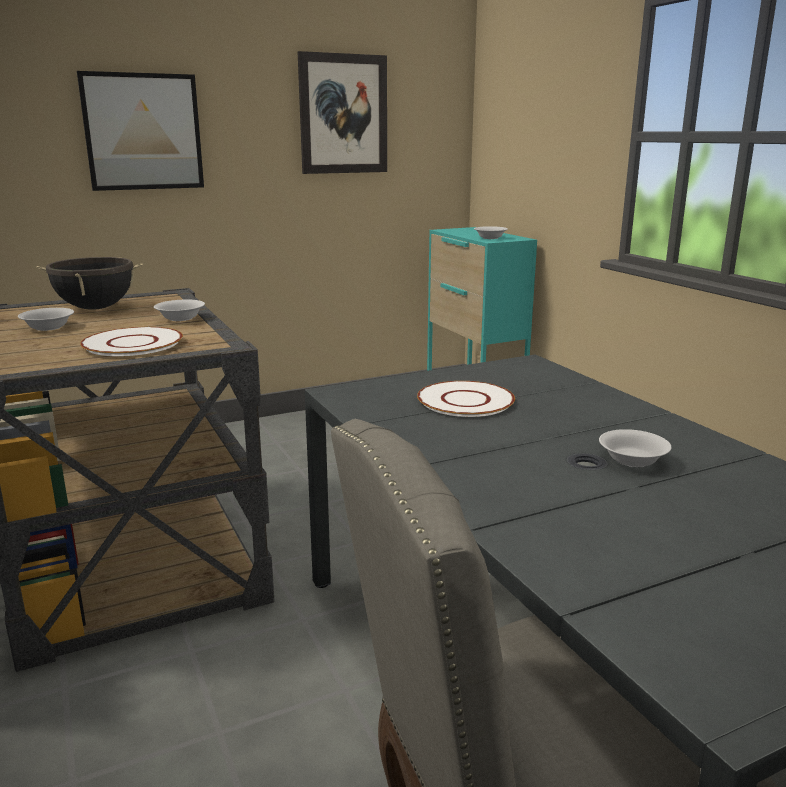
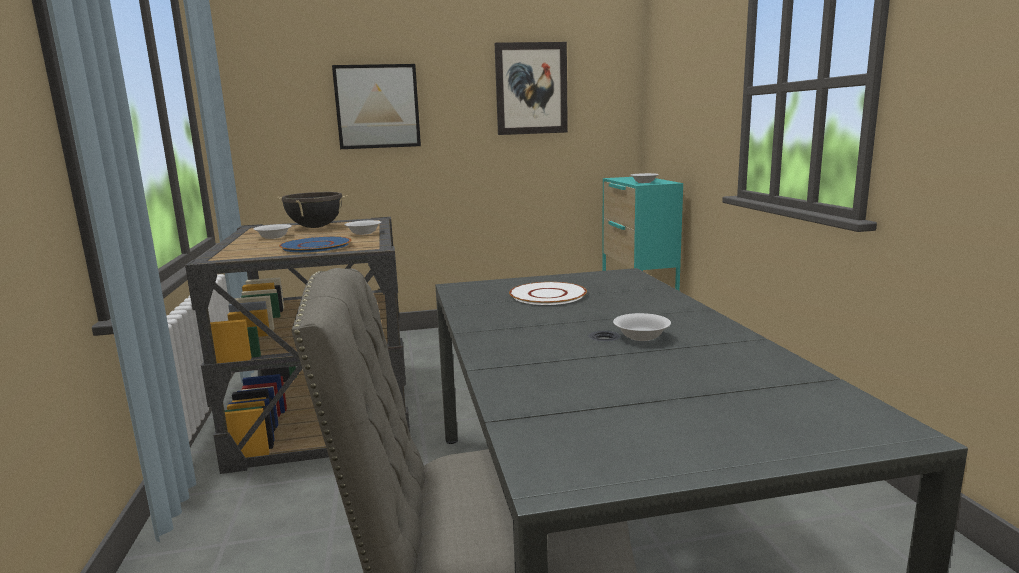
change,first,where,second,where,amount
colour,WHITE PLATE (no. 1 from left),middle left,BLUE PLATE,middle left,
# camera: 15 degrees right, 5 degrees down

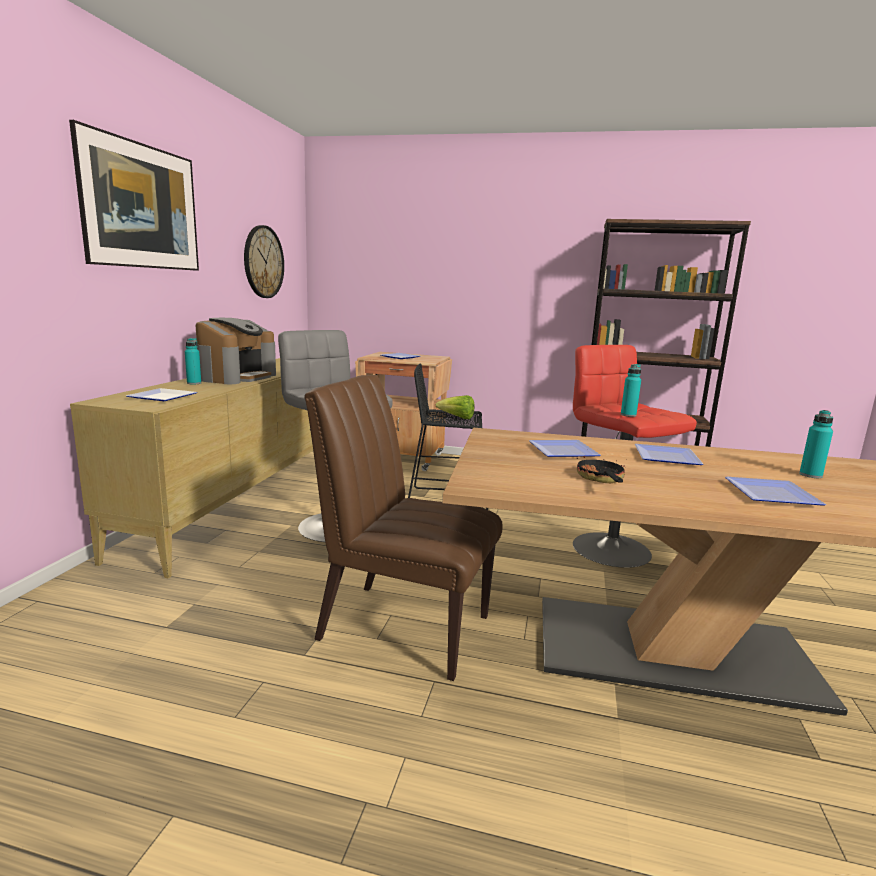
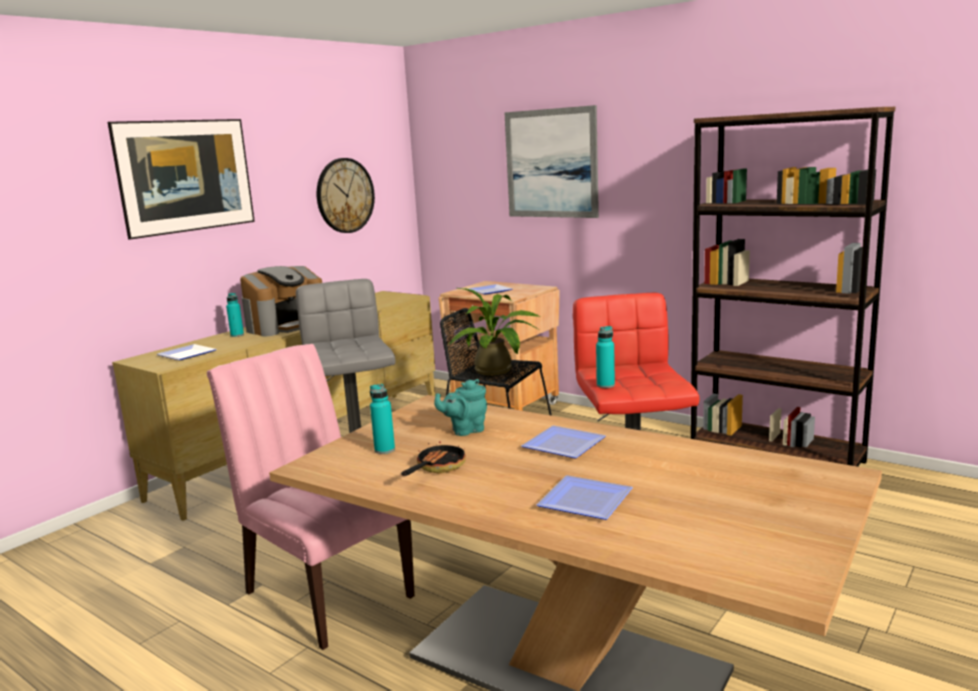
change,first,where,second,where,amount
colour,BROWN CHAIR,centre,PINK CHAIR,bottom left,
exchanged,LETTUCE,centre,POTTED PLANT,centre,
exchanged,PLATE (no. 3 from left),centre,TURQUOISE TEAPOT,centre,
relocated,TURQUOISE BOTTLE (no. 3 from left in the first image),middle right,TURQUOISE BOTTLE (no. 2 from left),centre,
appeared,,,PICTURE (no. 2 from left),top centre,
# camera: 25 degrees right, 0 degrees up

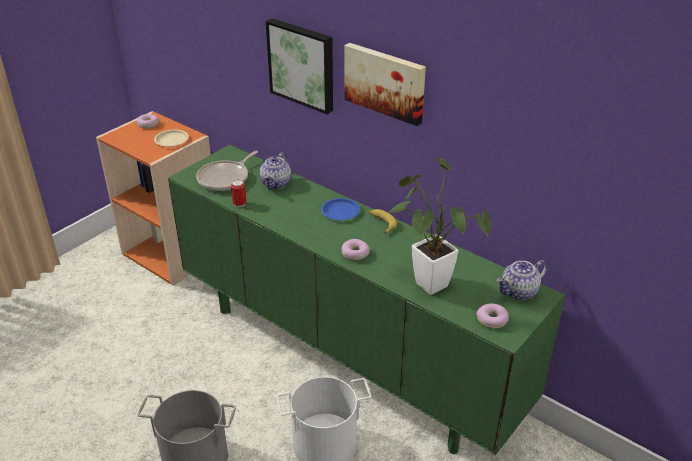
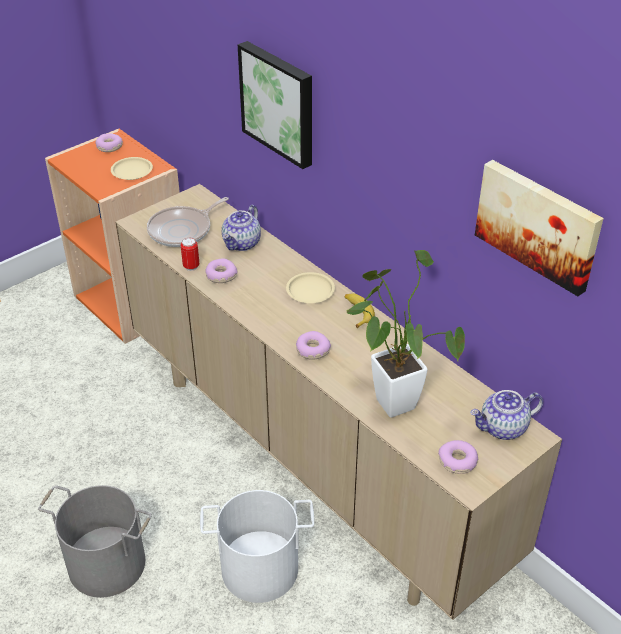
change,first,where,second,where,amount
colour,GREEN CABINET,centre,BEIGE CABINET,centre,
colour,BLUE PLATE,centre,BEIGE PLATE (no. 2 from left),centre,
relocated,PICTURE (no. 2 from left),top centre,,middle right,
appeared,,,DONUT (no. 2 from left),centre,
# camera: 10 degrees right, 5 degrees up

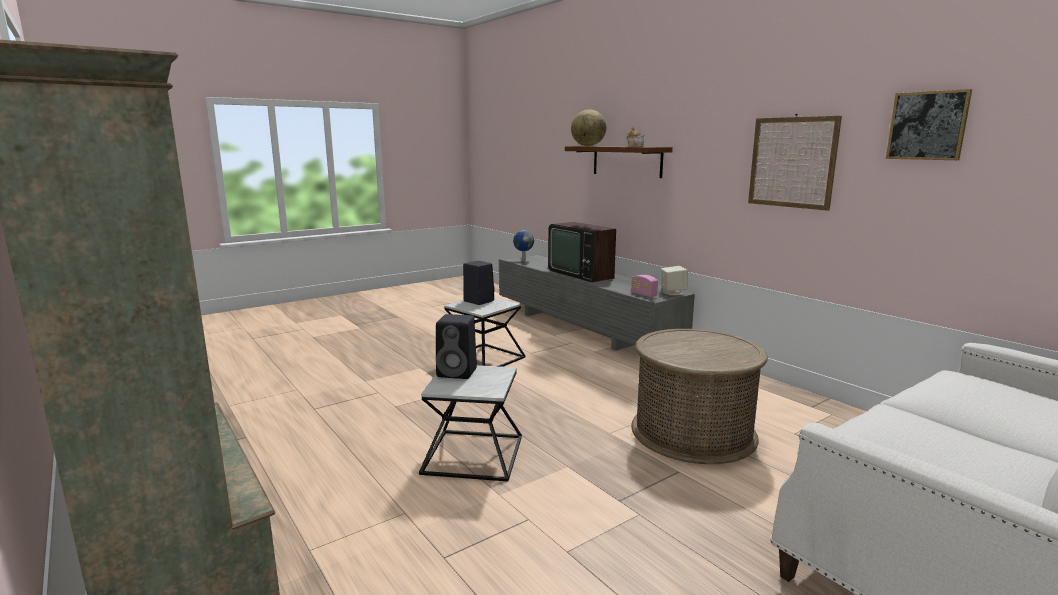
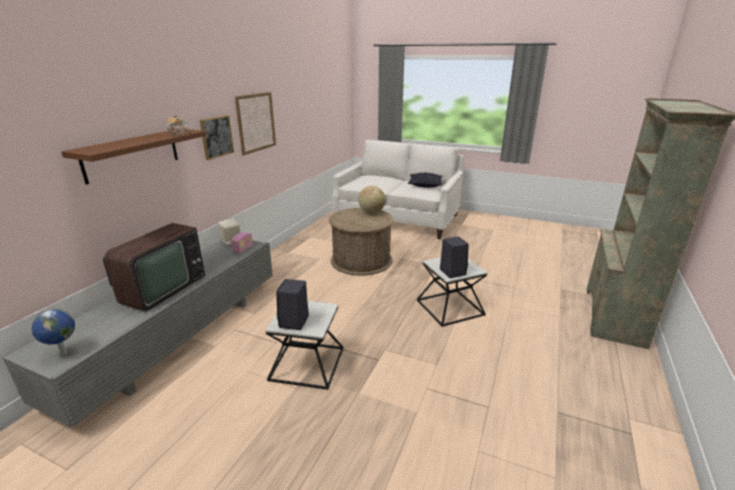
change,first,where,second,where,amount
relocated,GLOBE (no. 2 from left),top centre,,centre,
relocated,PICTURE (no. 2 from left in the first image),top right,PICTURE (no. 1 from left),top left,
appeared,,,PILLOW,centre,
# camera: 120 degrees left, 10 degrees up

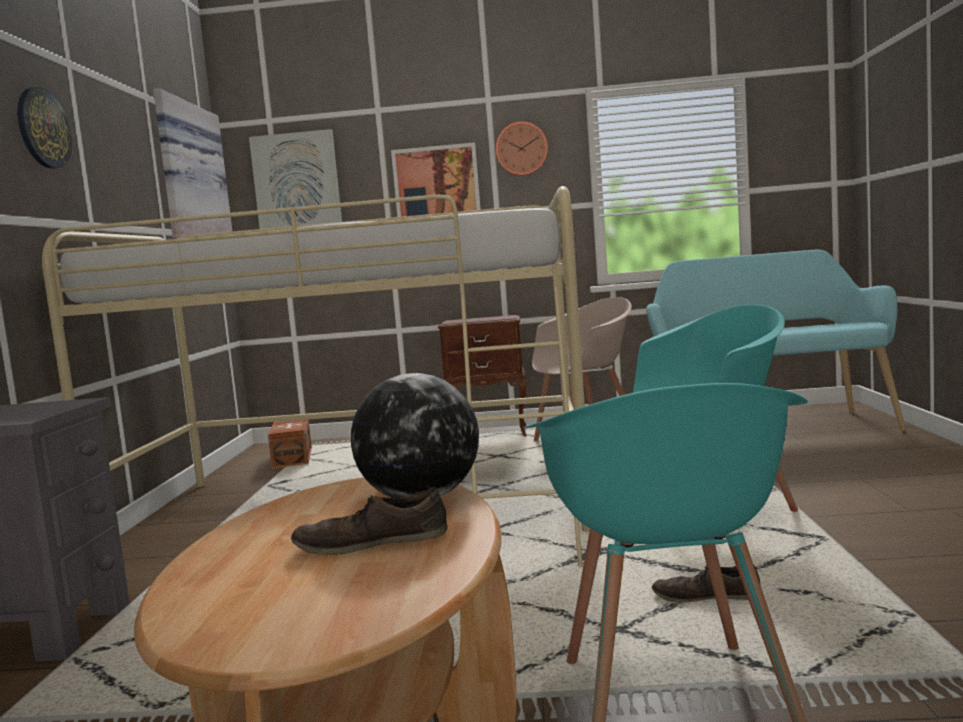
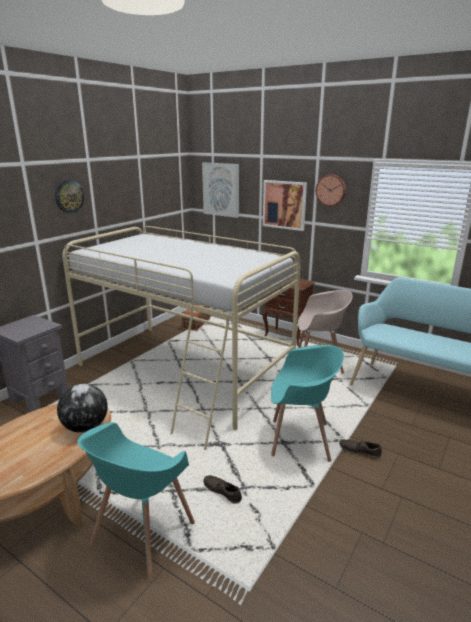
change,first,where,second,where,amount
missing,PICTURE (no. 1 from left),top left,,,
relocated,BROWN SHOE (no. 1 from left in the first image),bottom centre,BROWN SHOE (no. 2 from left),bottom right,
# camera: 30 degrees right, 15 degrees up

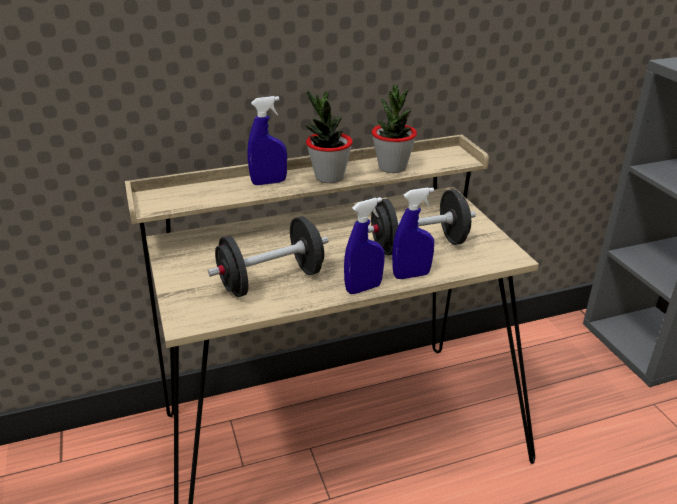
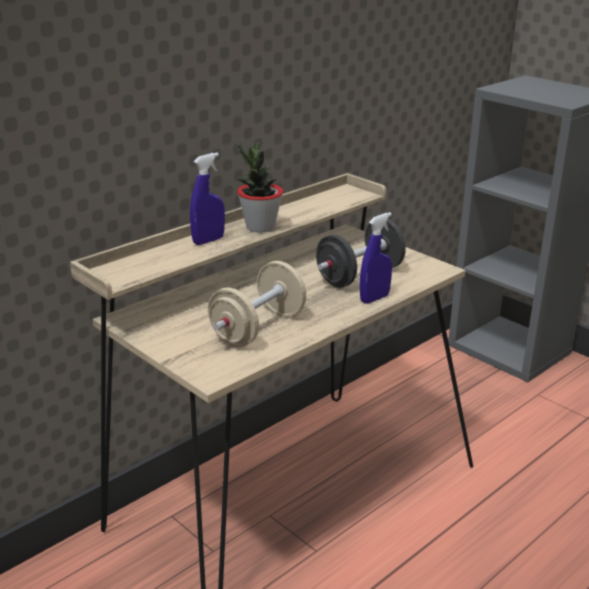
change,first,where,second,where,amount
colour,BLACK DUMBBELL (no. 1 from left),centre,BEIGE DUMBBELL,centre,
missing,BLUE SPRAY BOTTLE (no. 2 from left),centre,,,
missing,POTTED PLANT (no. 2 from left),top centre,,,
# camera: 25 degrees left, 5 degrees down

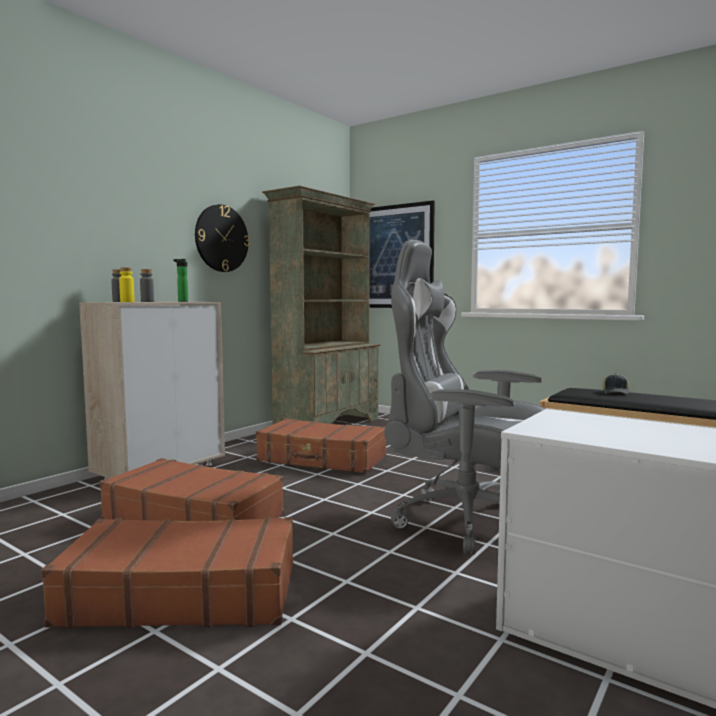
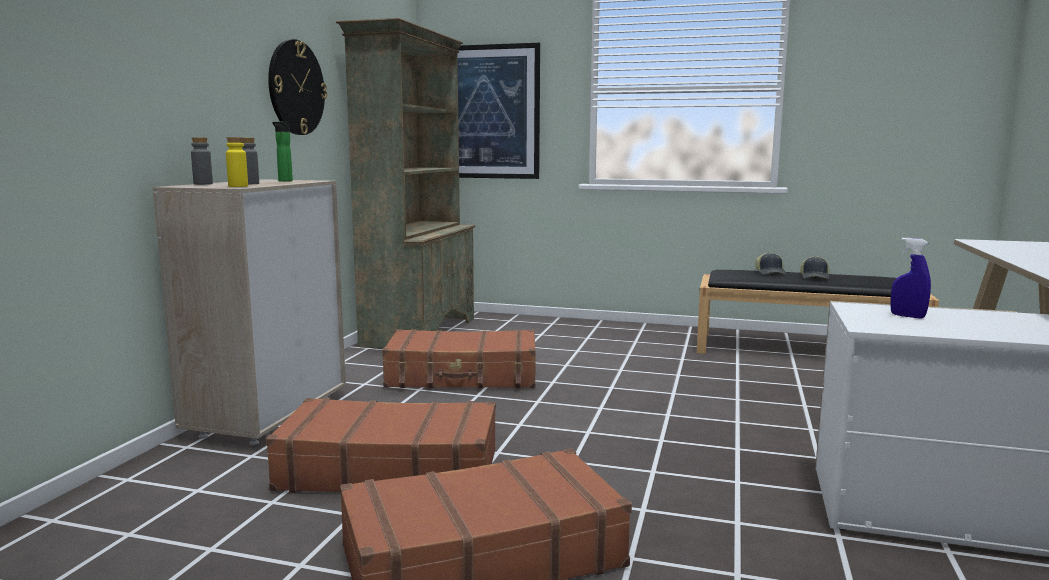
change,first,where,second,where,amount
missing,GREY OFFICE CHAIR,centre,,,
appeared,,,CAP (no. 2 from left),middle right,
appeared,,,BLUE SPRAY BOTTLE,middle right,
# camera: 20 degrees left, 5 degrees up

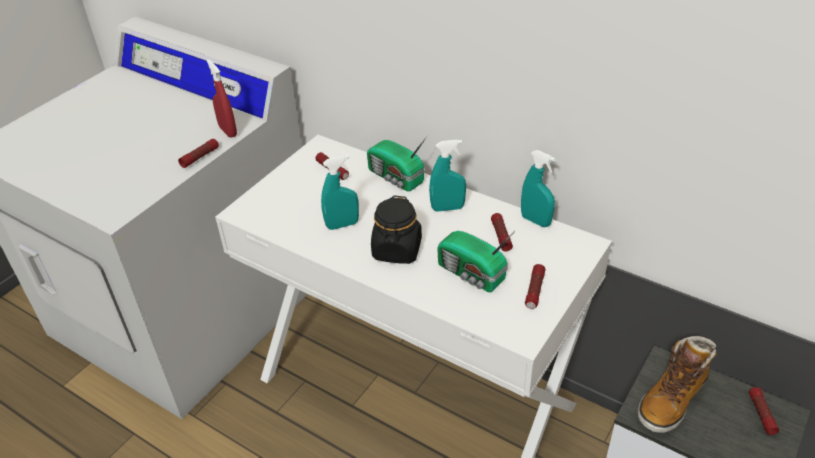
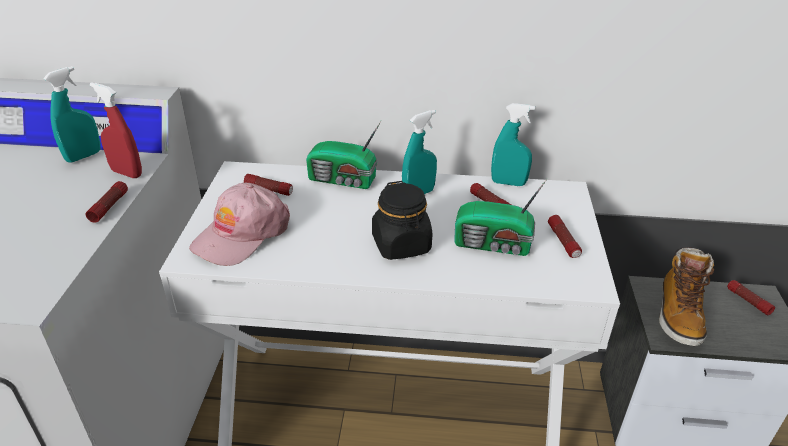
change,first,where,second,where,amount
relocated,TURQUOISE SPRAY BOTTLE (no. 1 from left),centre,,top left,
appeared,,,PINK CAP,middle left,
# camera: 30 degrees left, 5 degrees down

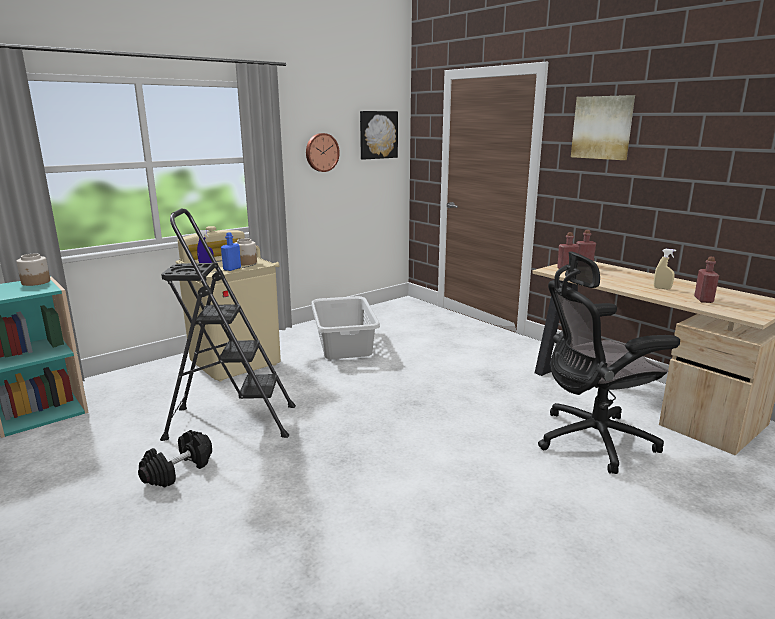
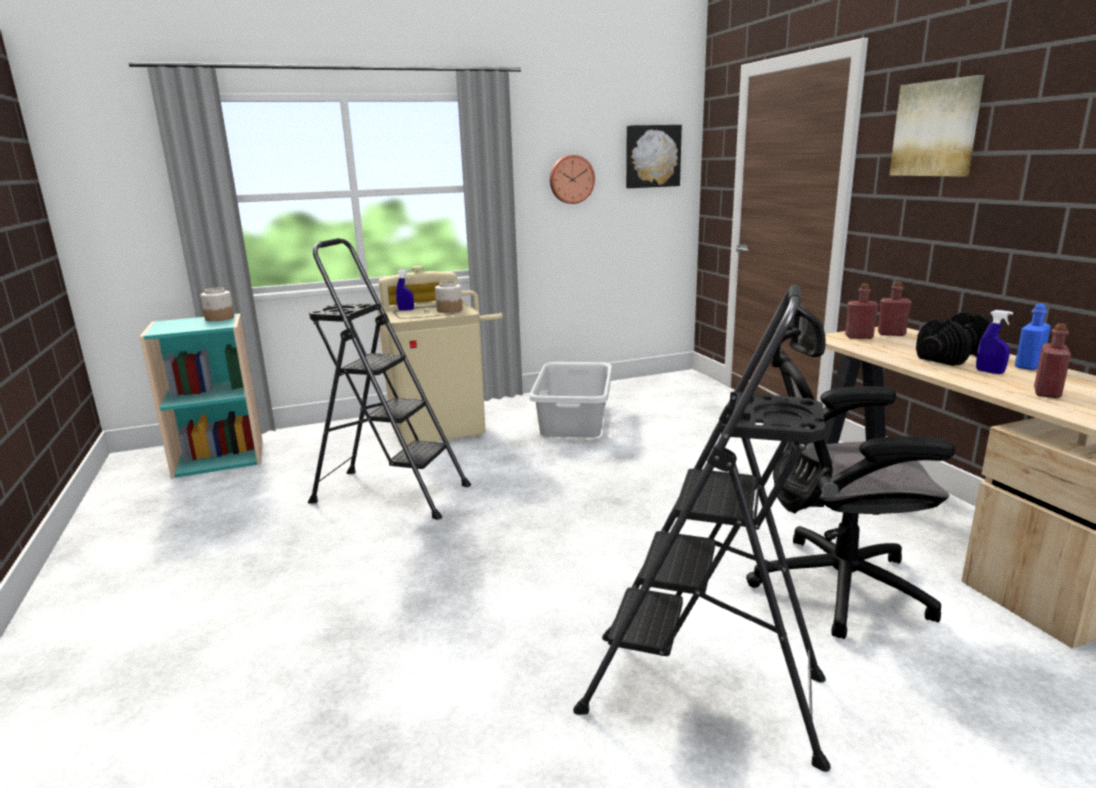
change,first,where,second,where,amount
relocated,BLACK DUMBBELL,bottom left,,middle right,
relocated,BLUE BOTTLE,middle left,,middle right,
colour,BEIGE SPRAY BOTTLE,middle right,BLUE SPRAY BOTTLE (no. 2 from left),middle right,
appeared,,,STEP LADDER (no. 2 from left),bottom centre,
# camera: 20 degrees right, 0 degrees up

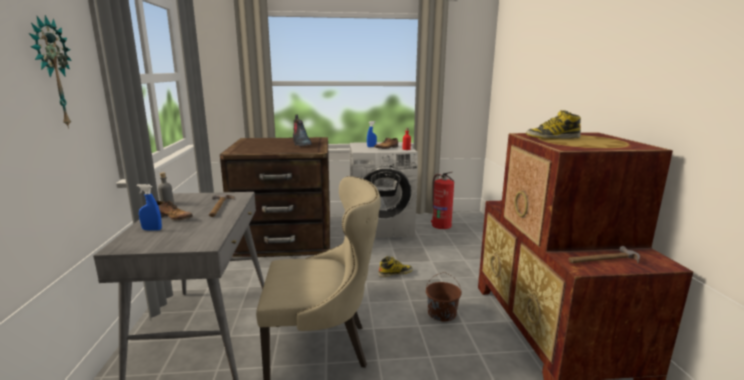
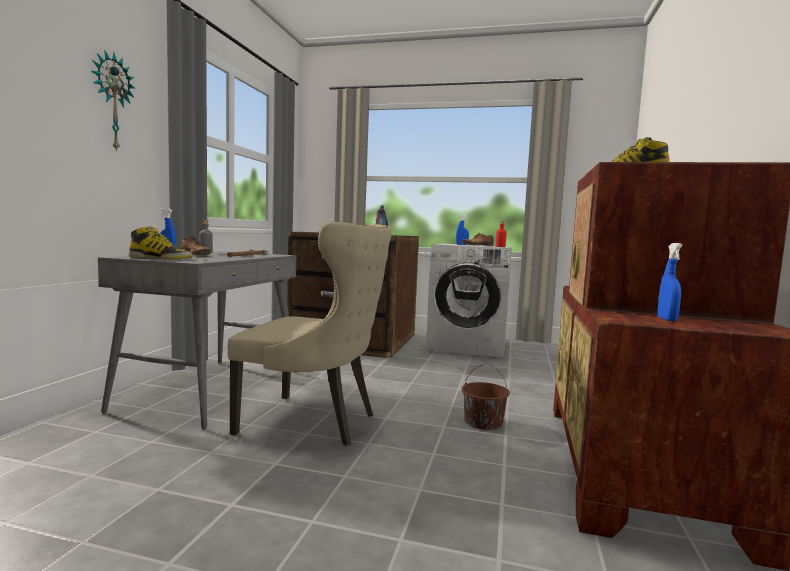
change,first,where,second,where,amount
relocated,BOOT (no. 2 from left in the first image),bottom centre,BOOT (no. 1 from left),middle left,
missing,FIRE EXTINGUISHER,centre,,,
exchanged,HAMMER (no. 2 from left),bottom right,BLUE SPRAY BOTTLE (no. 3 from left),middle right,
# camera: 20 degrees right, 10 degrees down

